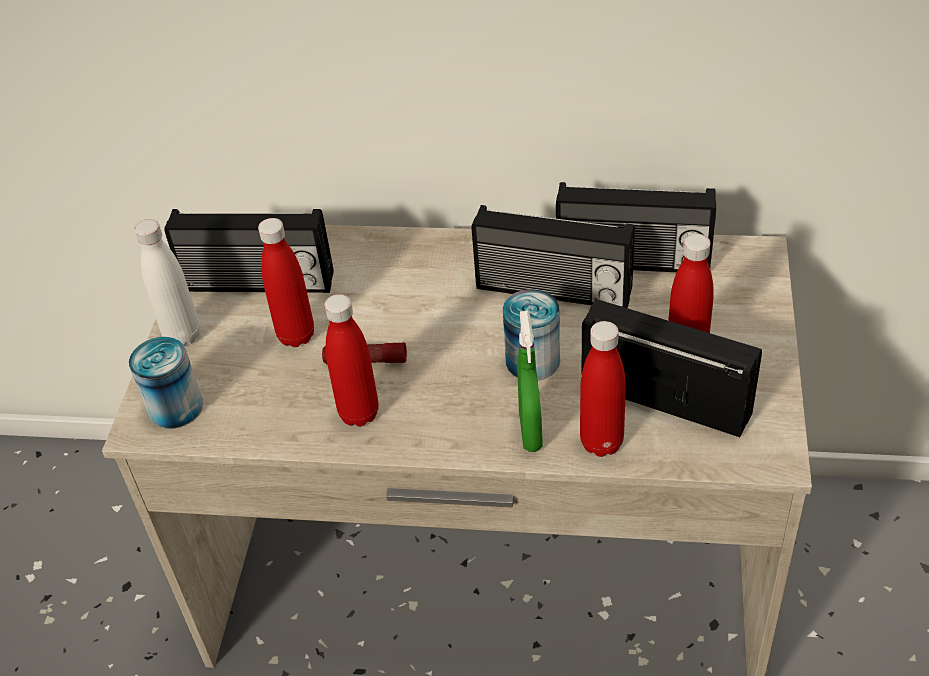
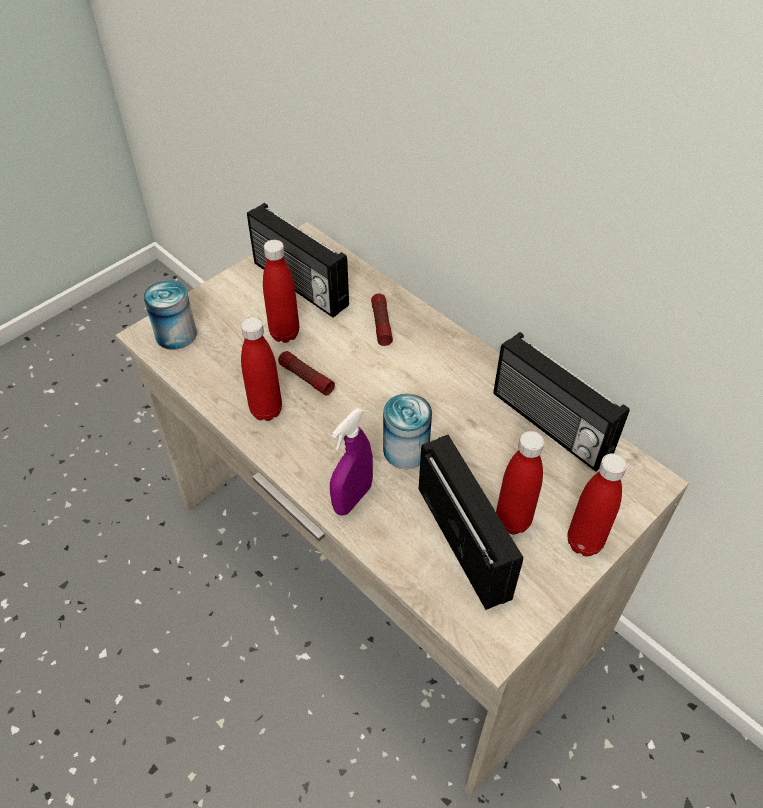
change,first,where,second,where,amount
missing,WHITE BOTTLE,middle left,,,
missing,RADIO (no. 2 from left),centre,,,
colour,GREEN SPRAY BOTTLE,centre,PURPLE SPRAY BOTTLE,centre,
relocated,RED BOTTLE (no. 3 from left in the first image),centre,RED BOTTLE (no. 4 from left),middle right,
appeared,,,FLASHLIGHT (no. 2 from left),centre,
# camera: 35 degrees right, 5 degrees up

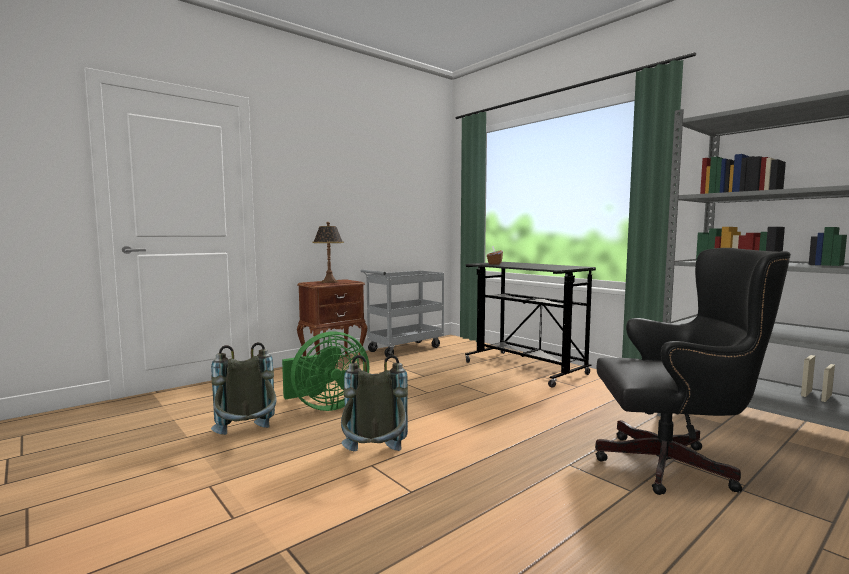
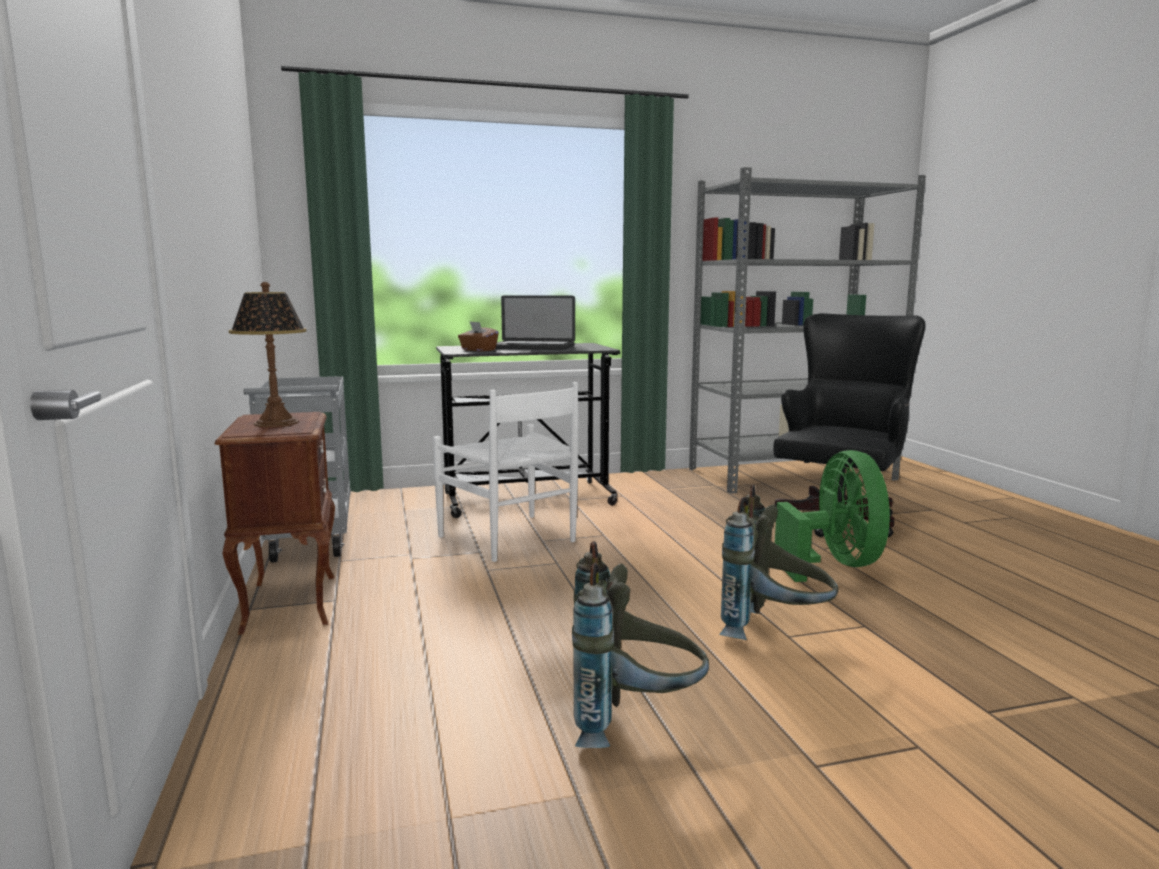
change,first,where,second,where,amount
relocated,GREEN FAN,centre,,middle right,
appeared,,,WHITE CHAIR,centre,
appeared,,,LAPTOP,centre,
# camera: 65 degrees left, 5 degrees up

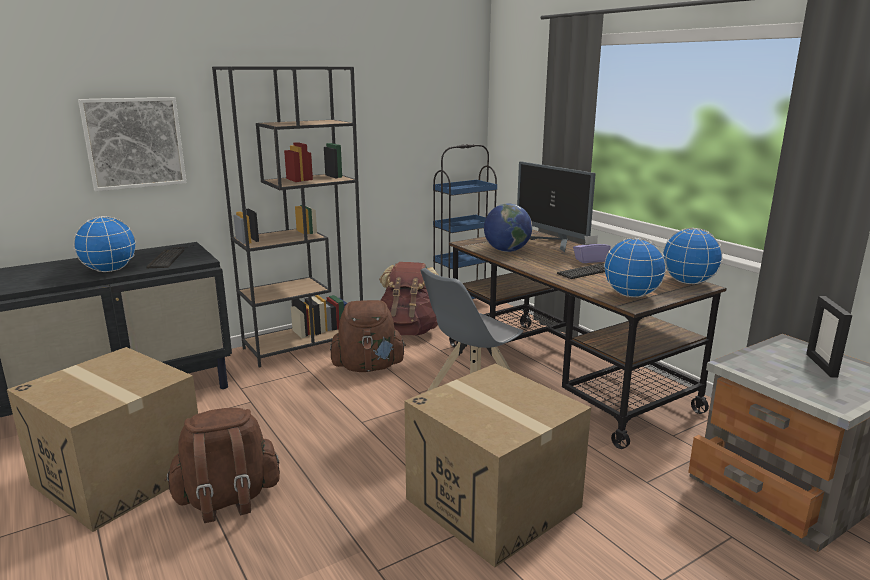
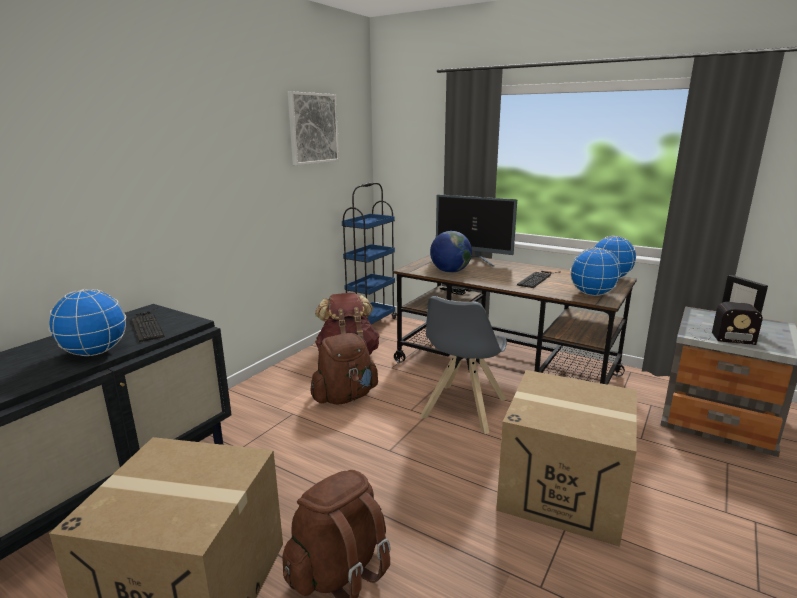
change,first,where,second,where,amount
relocated,PICTURE,top left,,top centre,
missing,BOOKCASE,middle left,,,
missing,PURPLE TISSUE BOX,middle right,,,
appeared,,,RADIO,middle right,
# camera: 25 degrees left, 0 degrees up

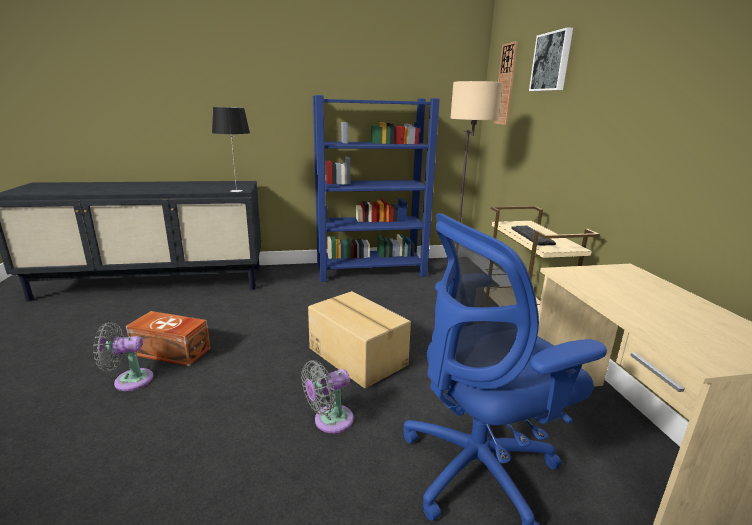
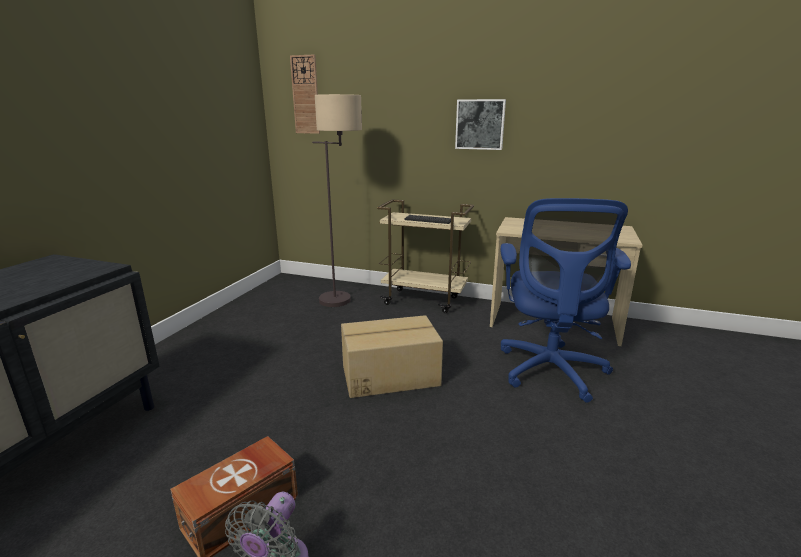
change,first,where,second,where,amount
missing,TABLE LAMP,top left,,,
missing,GREY FAN (no. 2 from left),bottom centre,,,
missing,BLUE BOOKCASE,centre,,,
relocated,PICTURE,top right,,top centre,
# camera: 60 degrees left, 0 degrees up

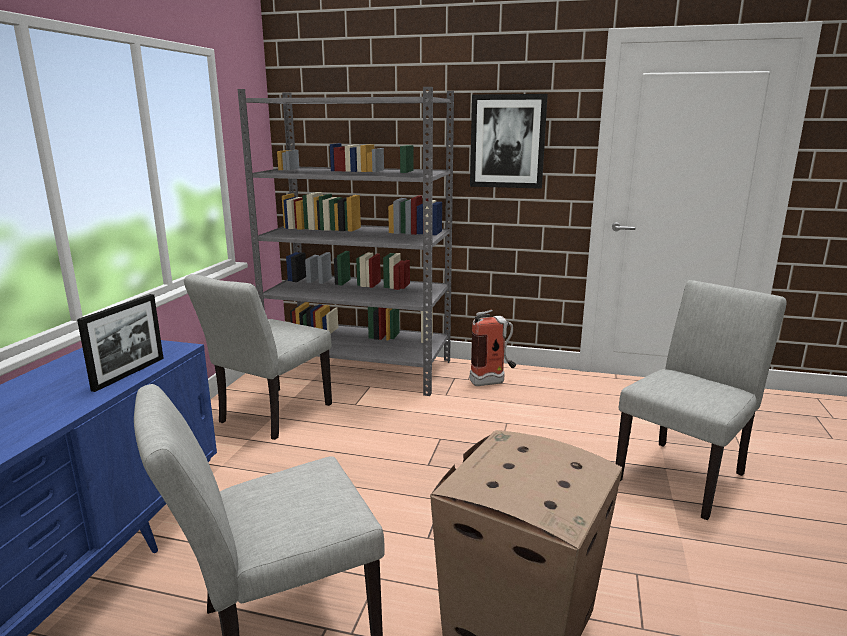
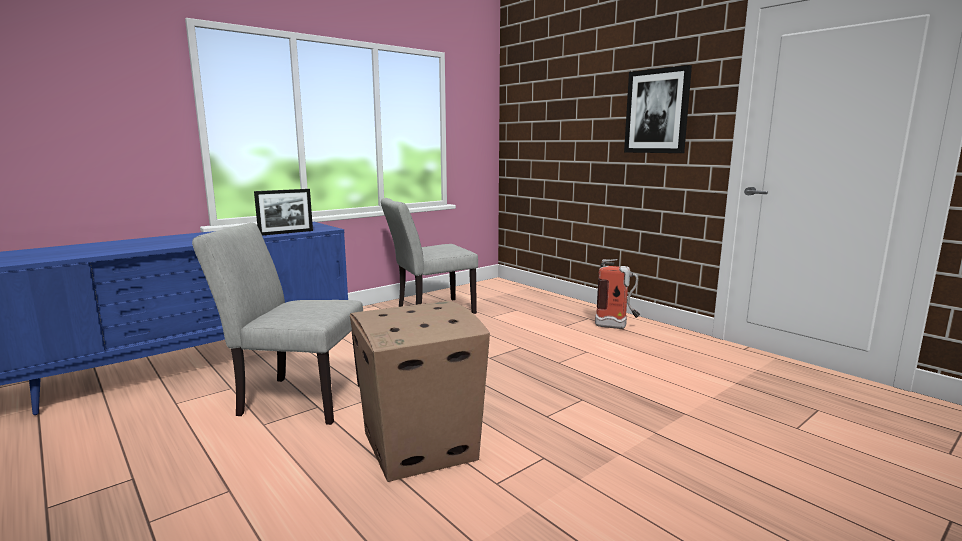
change,first,where,second,where,amount
missing,GREY BOOKCASE,centre,,,
missing,GREY CHAIR (no. 3 from left),middle right,,,
# camera: 35 degrees right, 5 degrees down

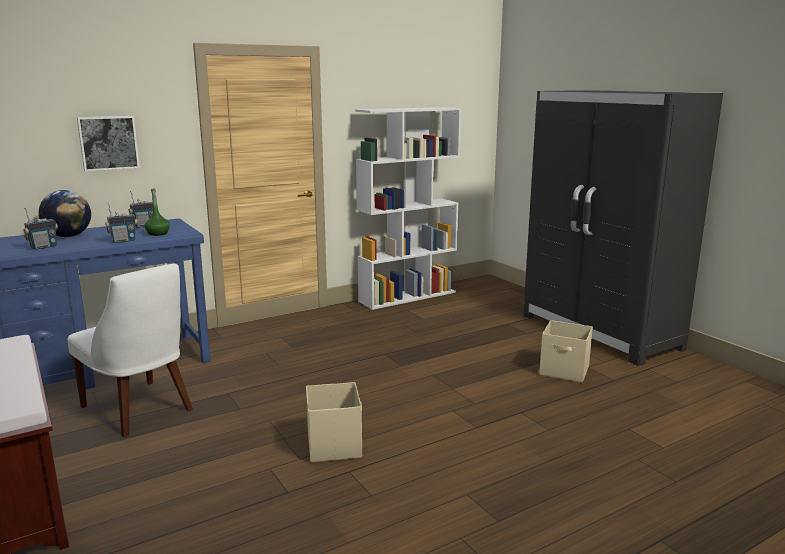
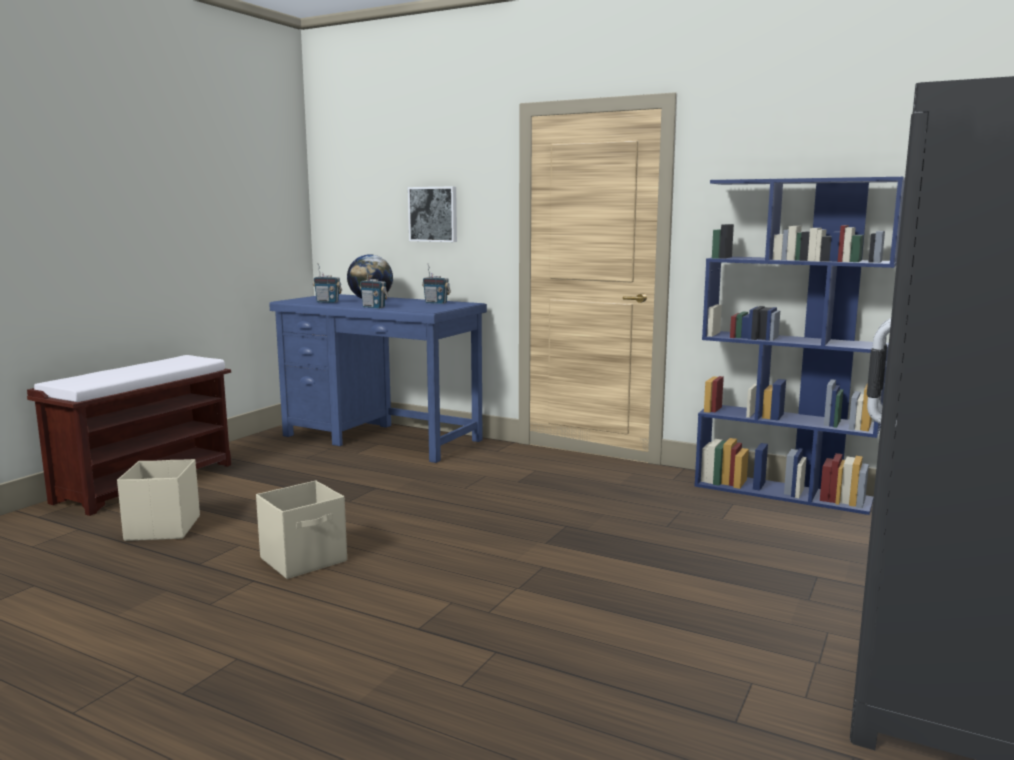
change,first,where,second,where,amount
missing,WHITE CHAIR,middle left,,,
missing,GREEN BOTTLE,middle left,,,
colour,WHITE BOOKCASE,centre,BLUE BOOKCASE,middle right,
relocated,BEIGE STORAGE BOX (no. 2 from left in the first image),middle right,BEIGE STORAGE BOX (no. 1 from left),middle left,
# camera: 60 degrees right, 5 degrees down

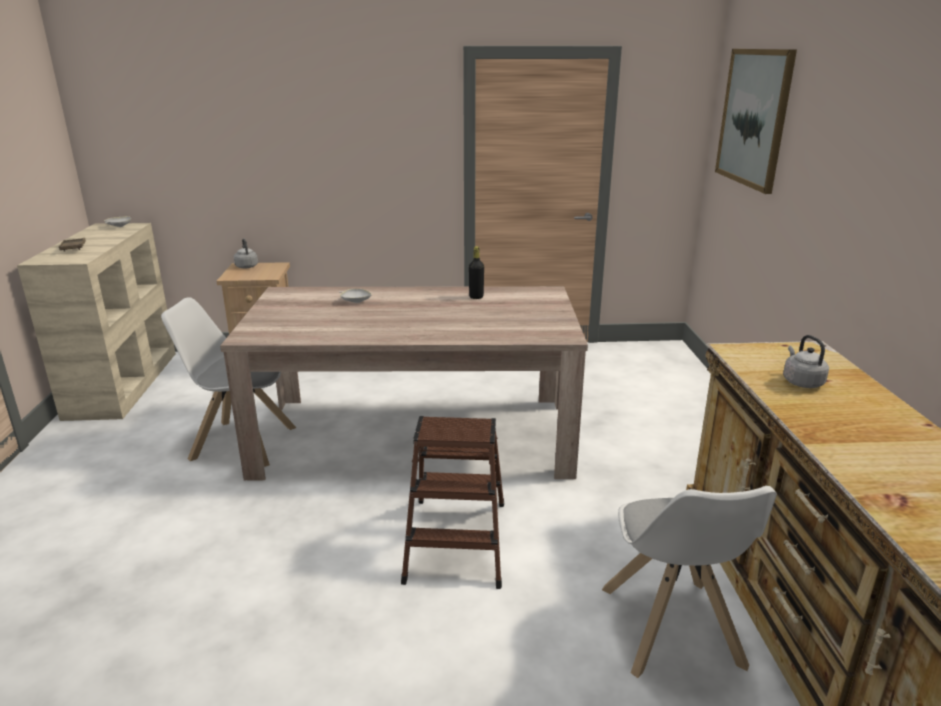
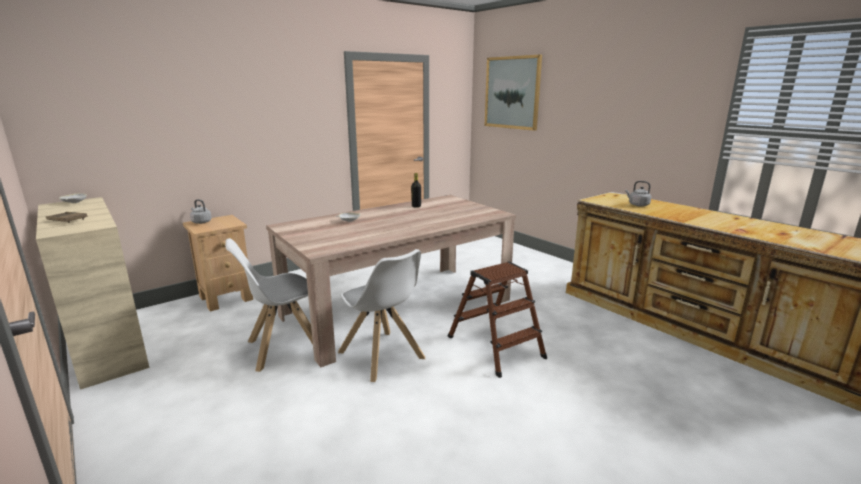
change,first,where,second,where,amount
relocated,CHAIR (no. 2 from left),bottom right,,centre,
# camera: 35 degrees left, 5 degrees down

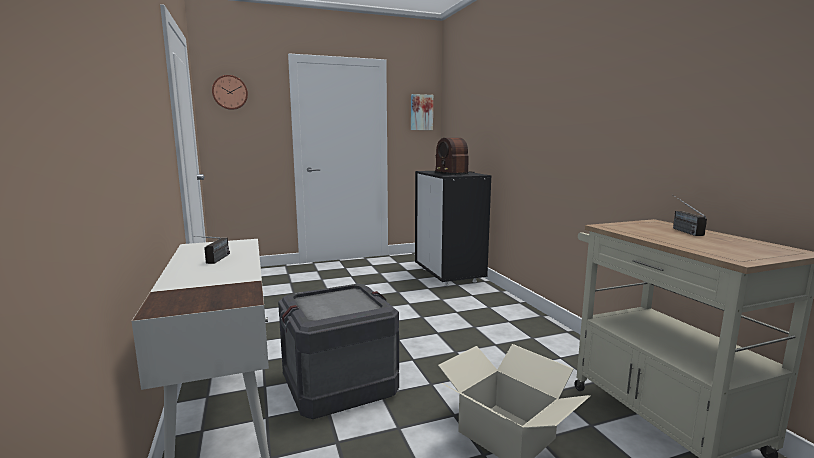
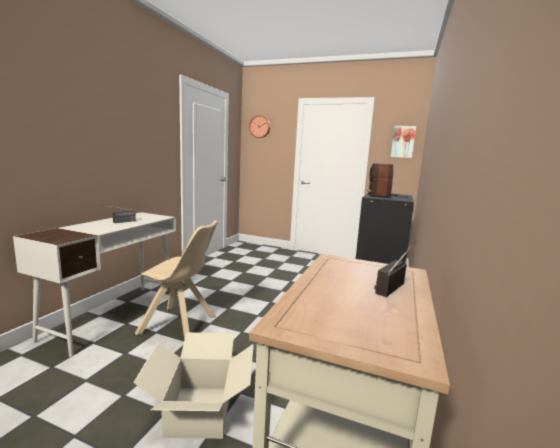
change,first,where,second,where,amount
exchanged,CRATE,bottom centre,BEIGE CHAIR,middle left,
# camera: 40 degrees right, 0 degrees up

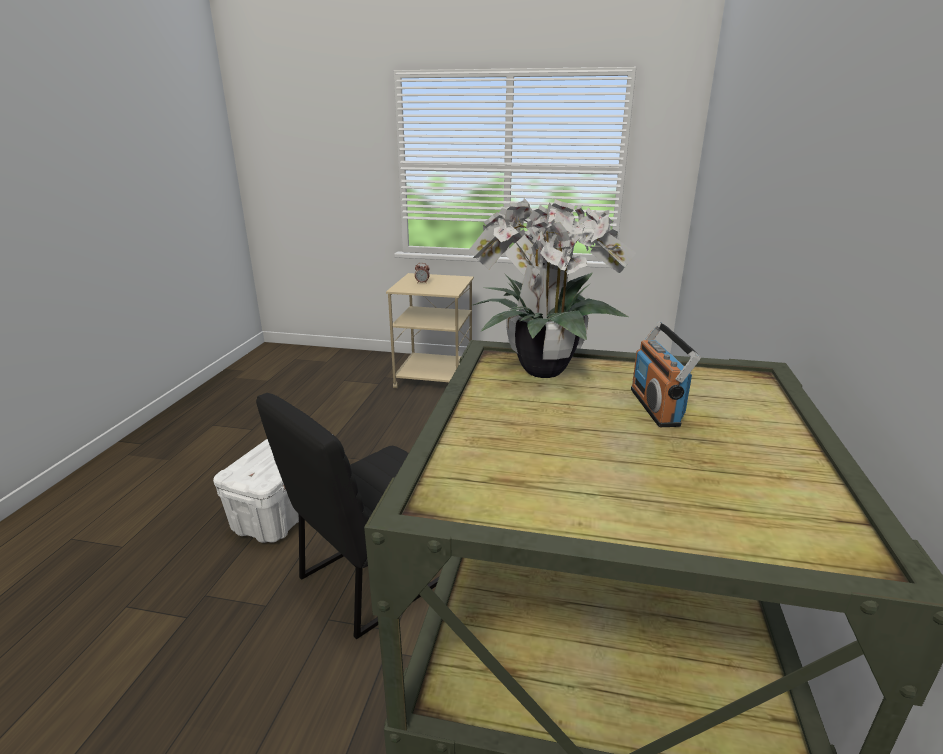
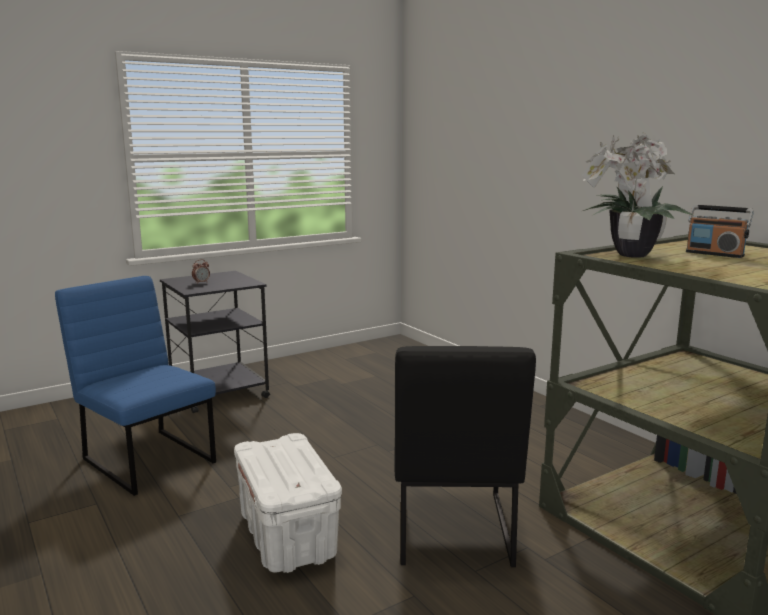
change,first,where,second,where,amount
colour,BEIGE CART,centre,BLACK CART,middle left,
appeared,,,BLUE CHAIR,middle left,
# camera: 45 degrees left, 10 degrees down

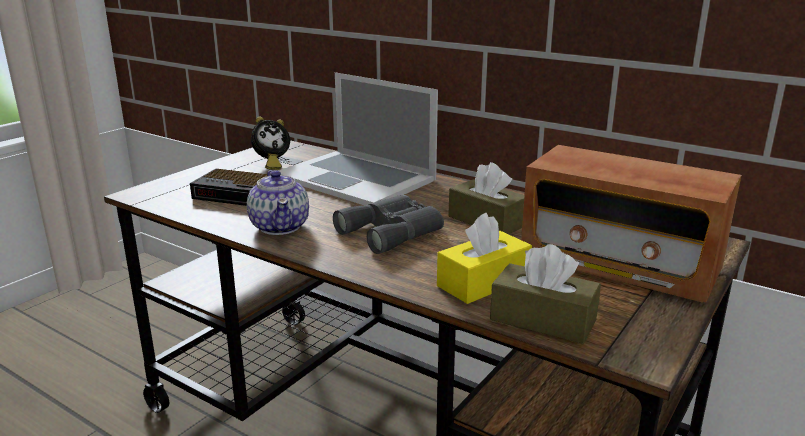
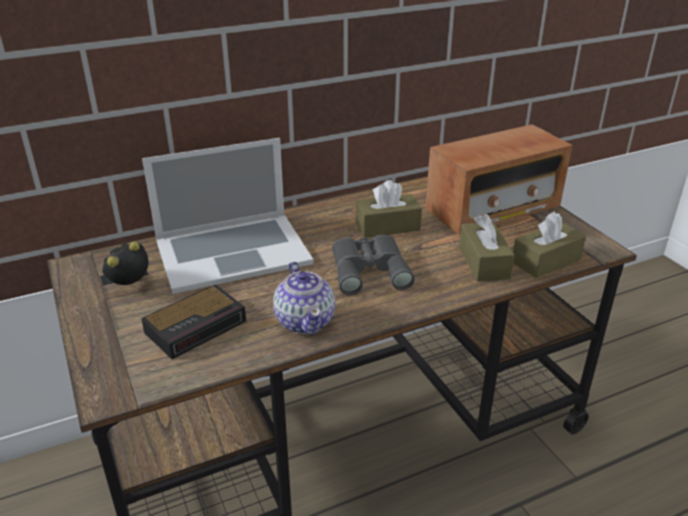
change,first,where,second,where,amount
spun,TEAPOT,centre,,centre,60 degrees clockwise
spun,ALARM CLOCK (no. 2 from left in the first image),top centre,ALARM CLOCK (no. 1 from left),middle left,135 degrees counterclockwise
colour,YELLOW TISSUE BOX,centre,BROWN TISSUE BOX (no. 2 from left),middle right,
# camera: 60 degrees left, 10 degrees up

